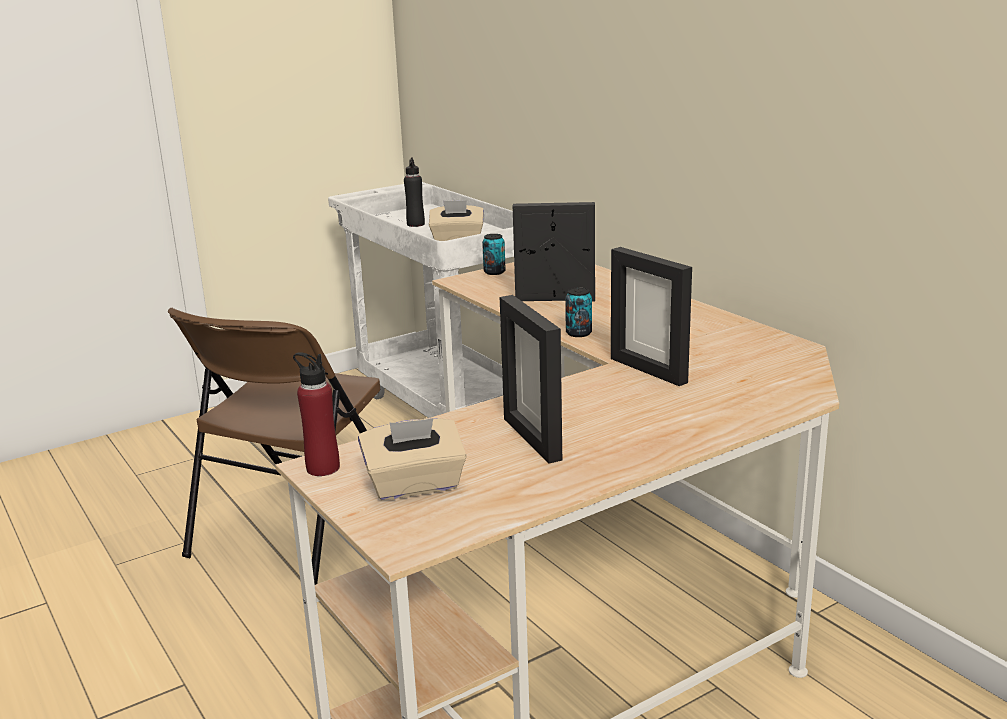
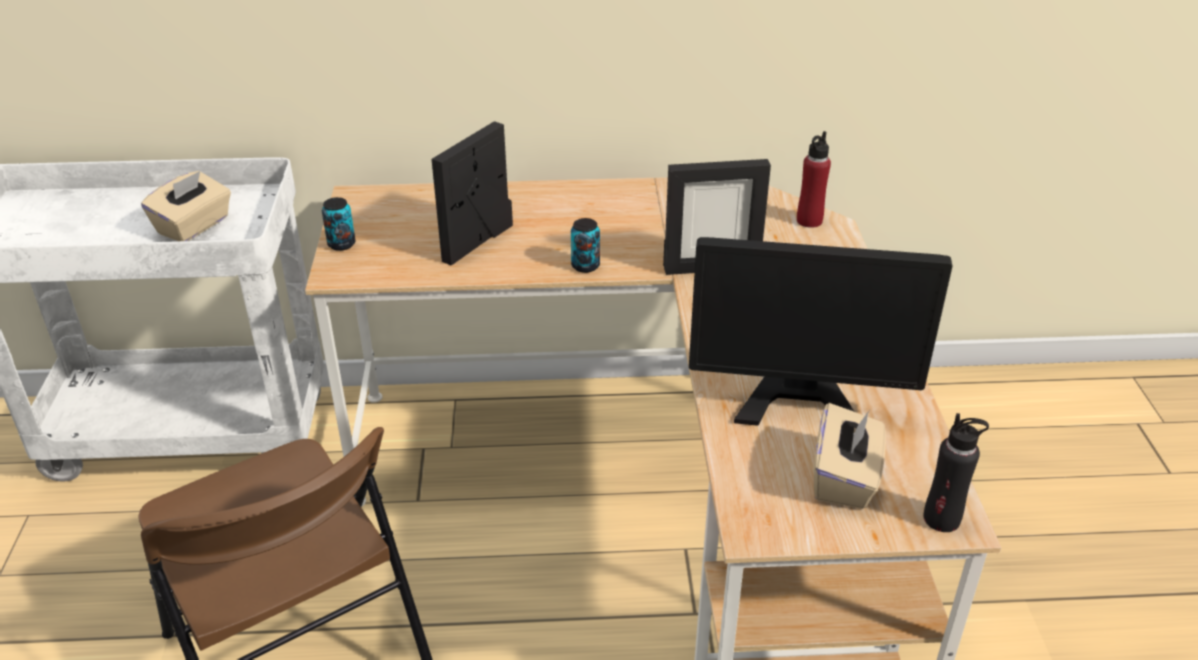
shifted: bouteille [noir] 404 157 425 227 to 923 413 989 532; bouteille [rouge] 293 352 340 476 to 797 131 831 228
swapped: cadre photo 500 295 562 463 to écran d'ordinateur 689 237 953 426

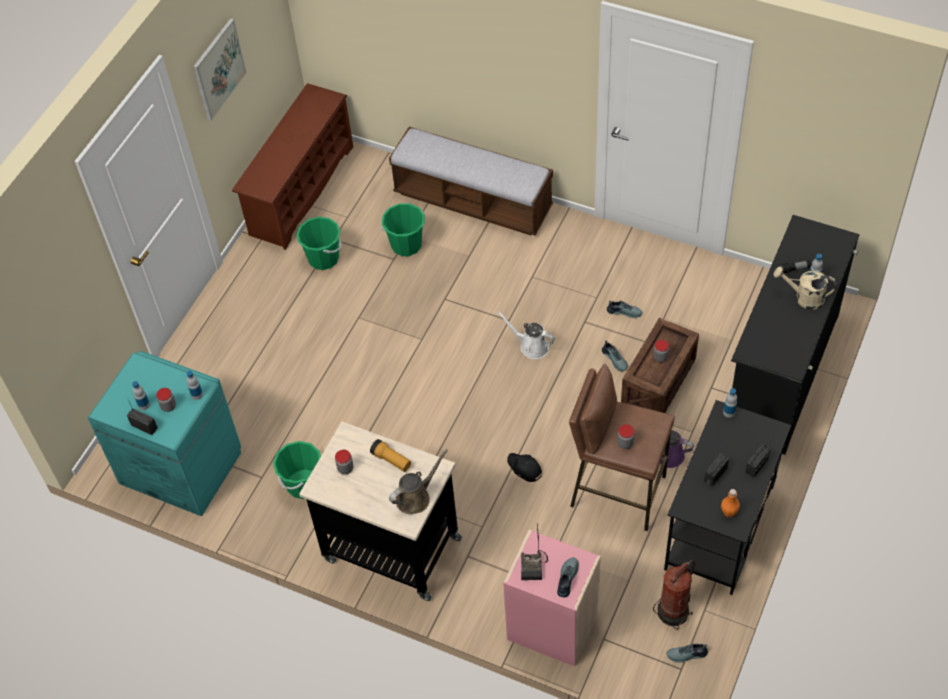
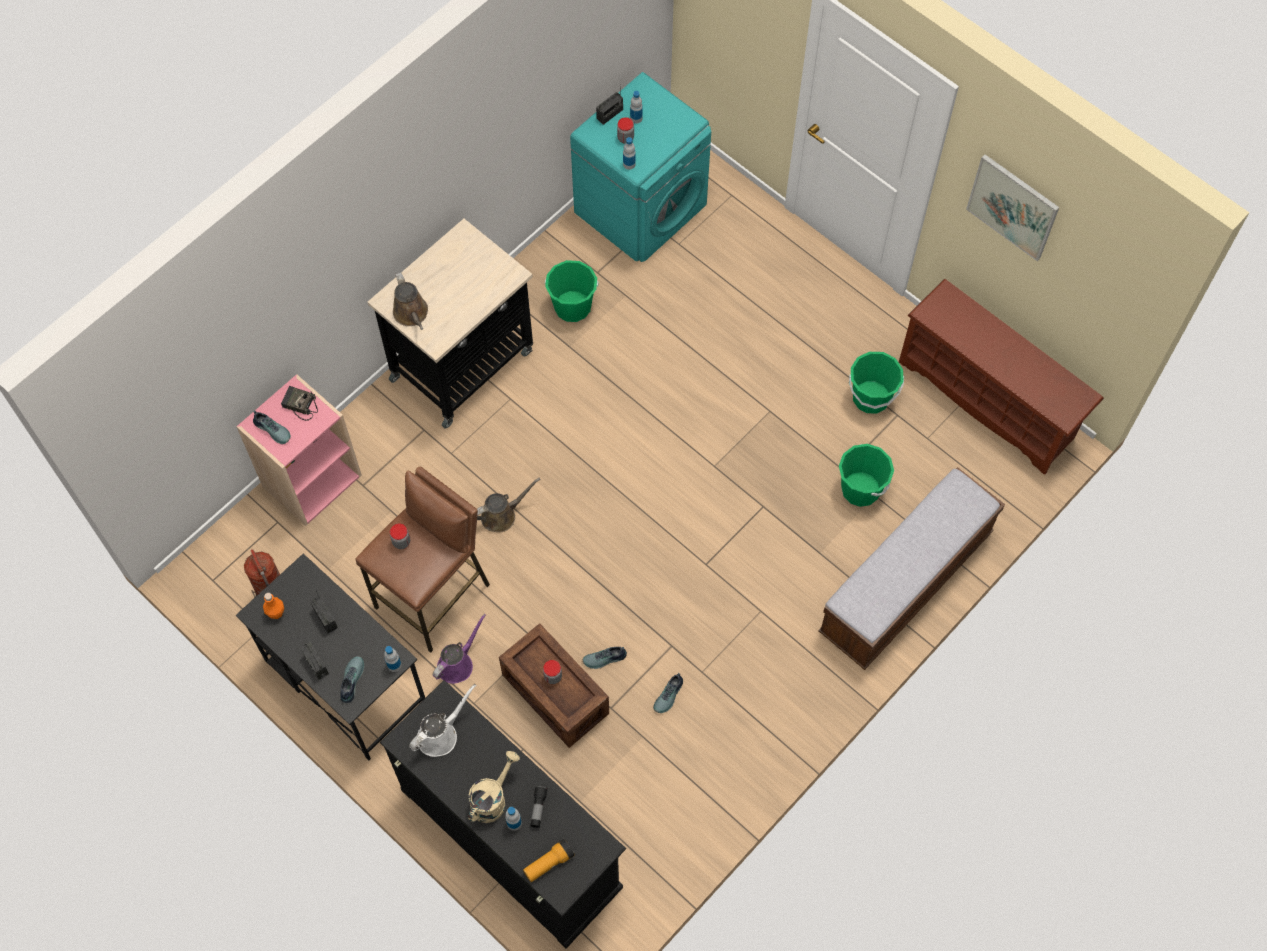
gone: bocal 335 450 354 474
shifted: arrosoir [blanc] 497 311 555 359 to 409 684 477 757; lampe de poche 370 439 411 472 to 523 839 575 882; chaussure 667 644 708 663 to 340 656 365 703
swapped: casquette [noir] 507 453 542 482 to arrosoir [marron] 477 478 540 532

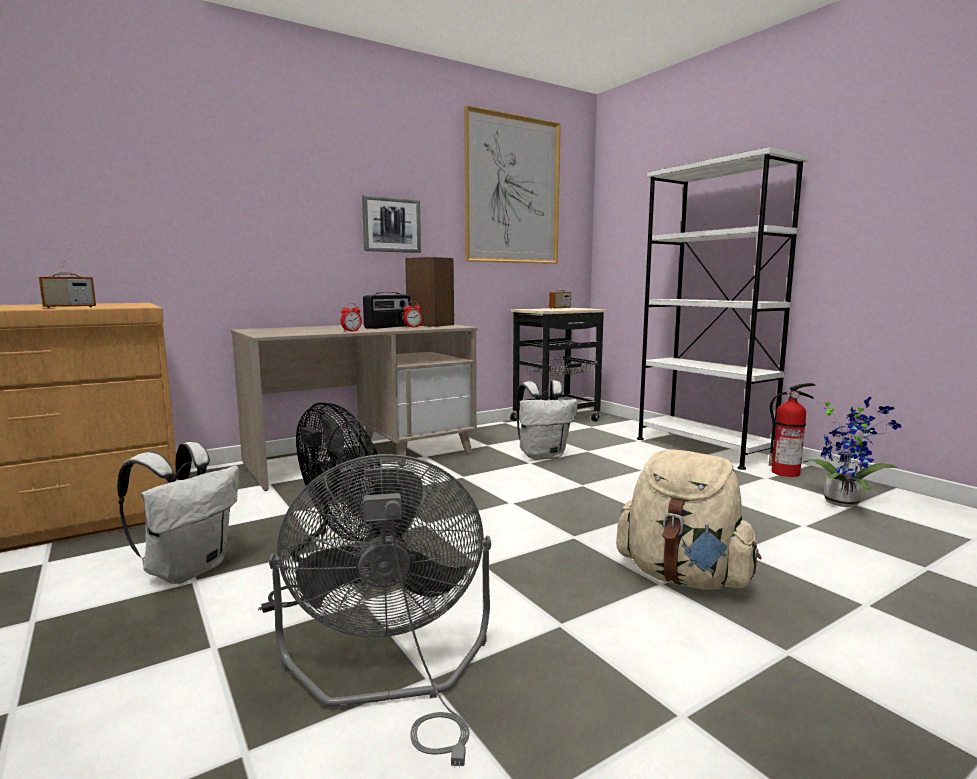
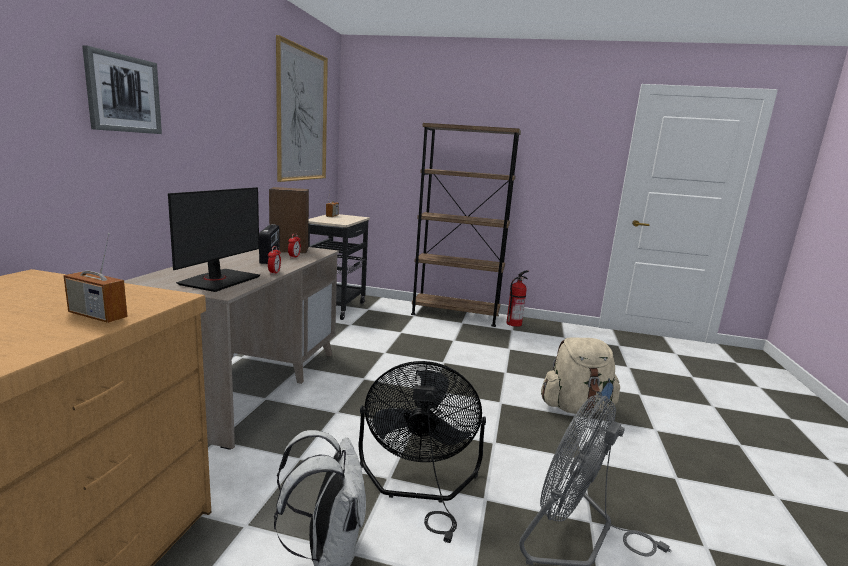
gone: sac à dos [blanc] 516 380 578 460; plante en pot 803 397 901 507
new: écran d'ordinateur 168 187 260 292
shifted: tableau 362 195 421 253 to 82 45 162 134
repainted: bibliothèque [blanc] 637 147 808 470 to bibliothèque [marron] 411 123 521 327
rotated: radio 39 244 96 308 = 63 233 128 323 105 degrees clockwise

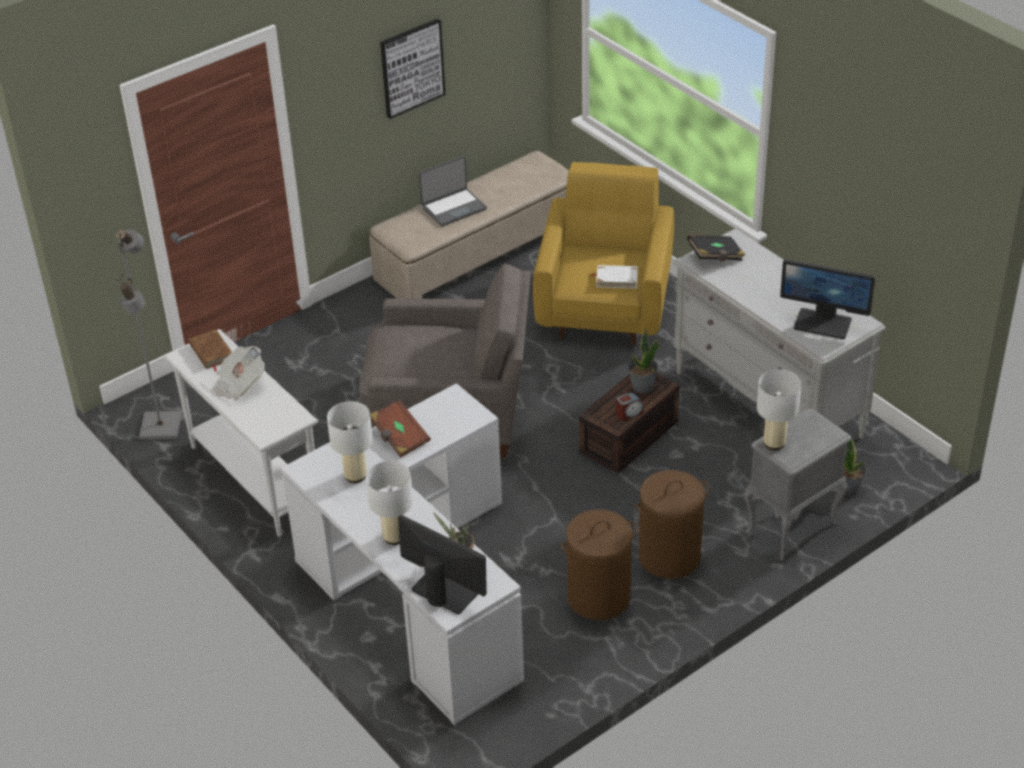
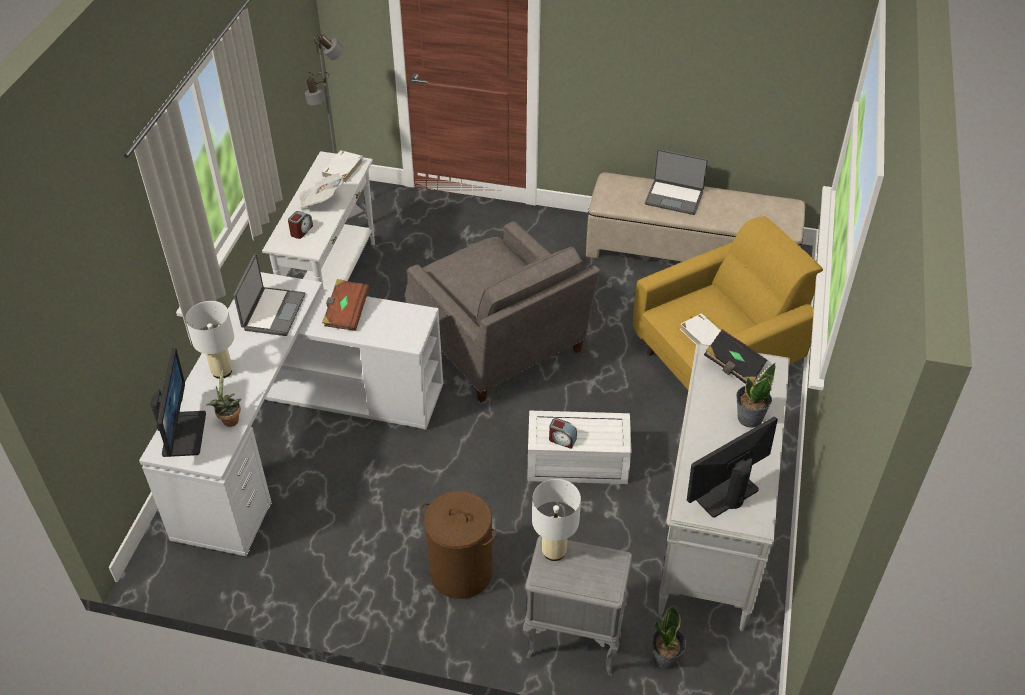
gone: tableau 380 19 446 119; panier à linge [marron] 561 509 638 620
new: réveil 288 211 313 239
shifted: plante en pot 628 330 660 394 to 736 363 775 428
swapped: lampe de table [blanc] 327 401 373 483 to ordinateur portable 234 254 306 336
repainted: livre [marron] 189 329 232 371 to livre [blanc] 322 150 364 183; boîte de rangement [marron] 579 373 680 473 to boîte de rangement [blanc] 527 410 632 484
rotated: écran d'ordinateur 780 259 875 339 = 687 416 778 518 75 degrees clockwise

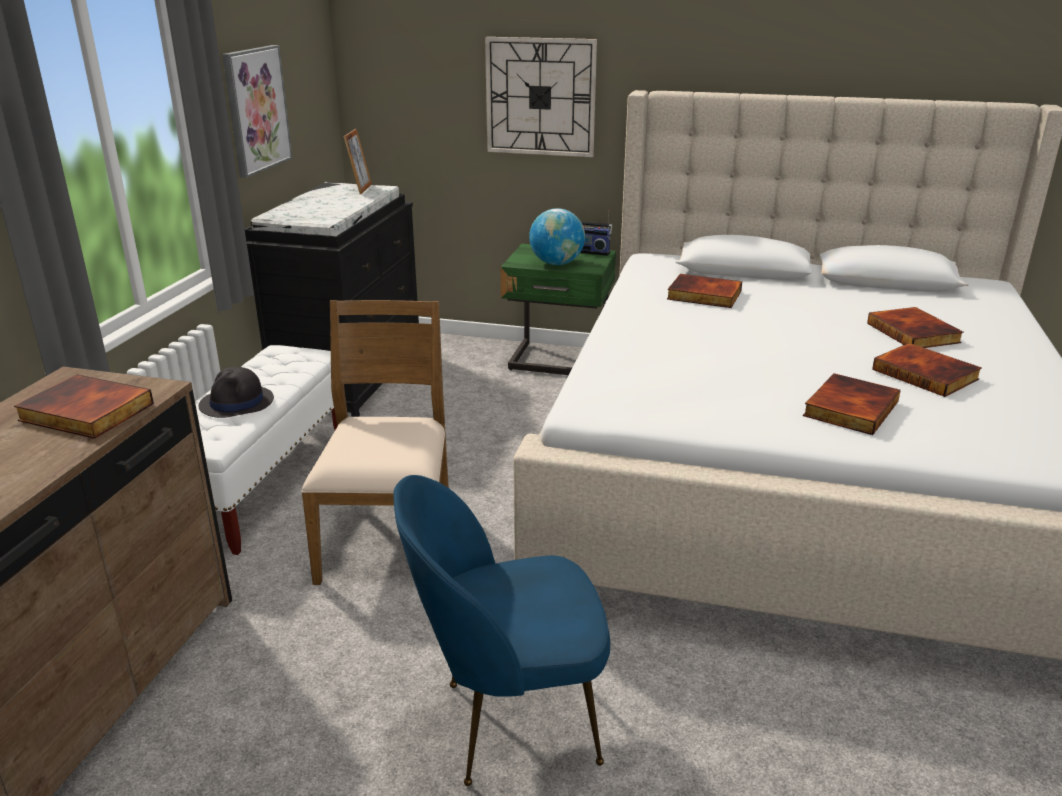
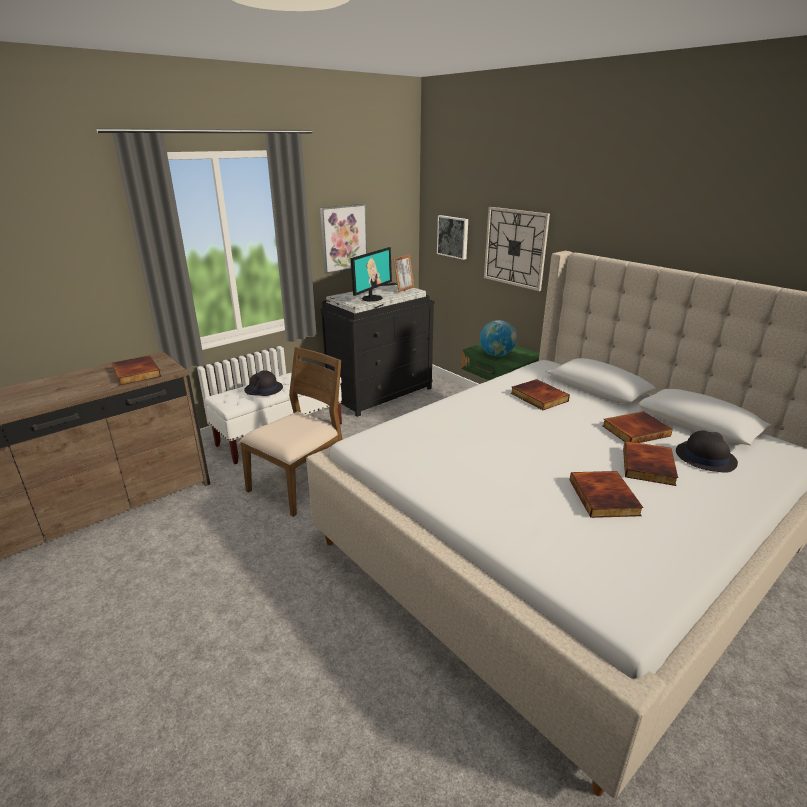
gone: radio 580 210 613 256; chaise [bleu] 393 475 610 786
new: tableau 437 215 468 260; écran d'ordinateur 350 247 392 302; chapeau [noir] 676 430 738 473
shifted: livre 803 373 900 435 to 602 411 673 443

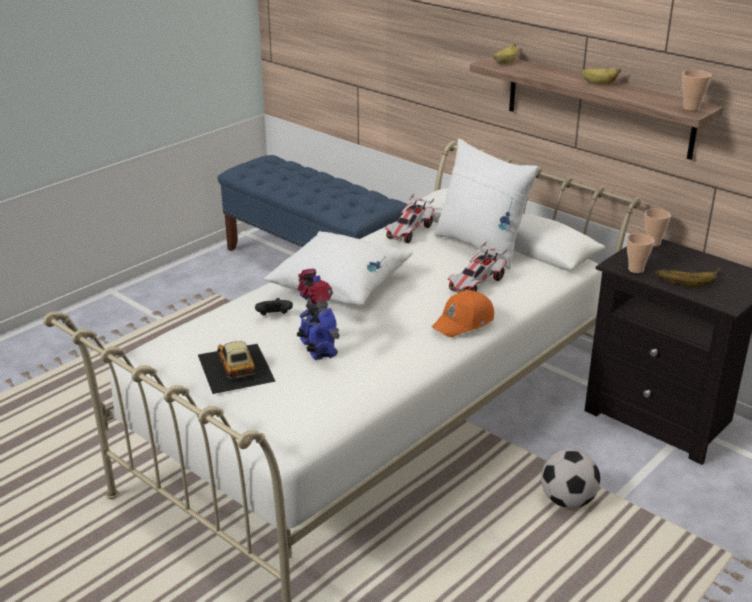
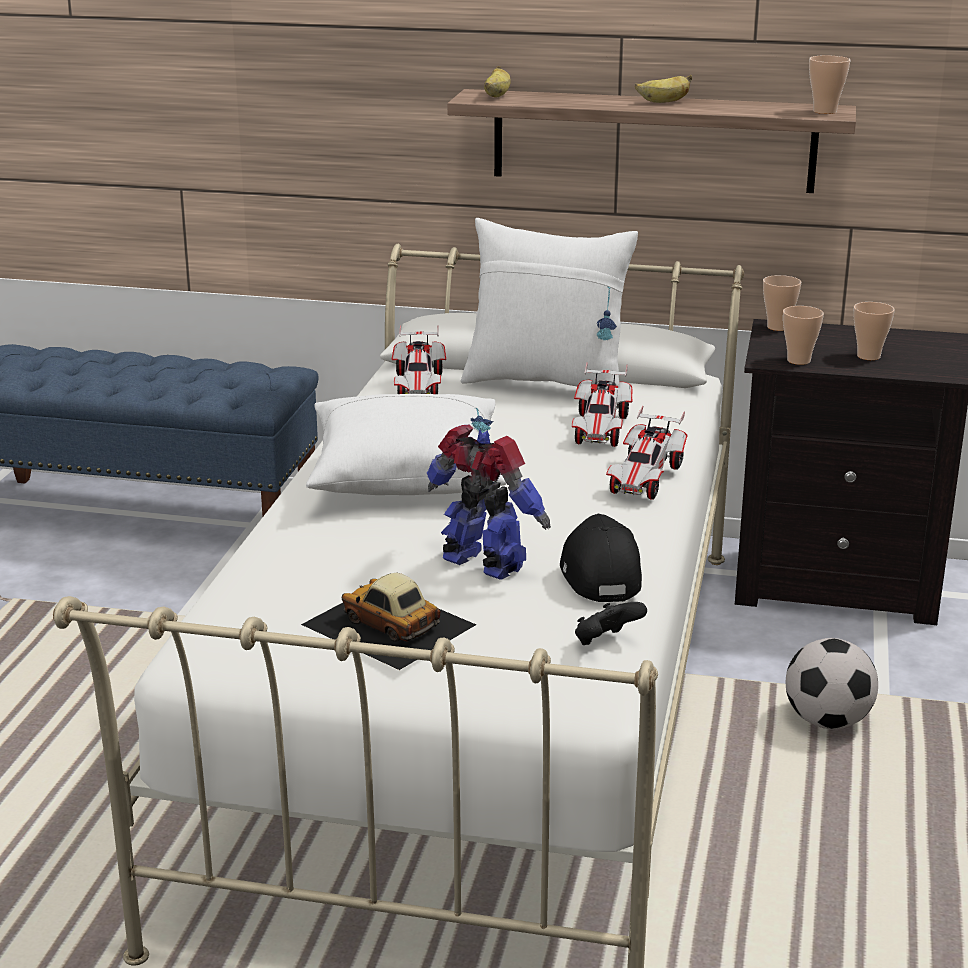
new: casquette [noir] 560 514 642 602
shifted: manette [noir] 255 298 293 316 to 575 602 647 645
swapped: banane 655 268 720 287 to tasse 853 302 895 360; casquette [orange] 431 290 494 337 to petite voiture 606 406 687 500

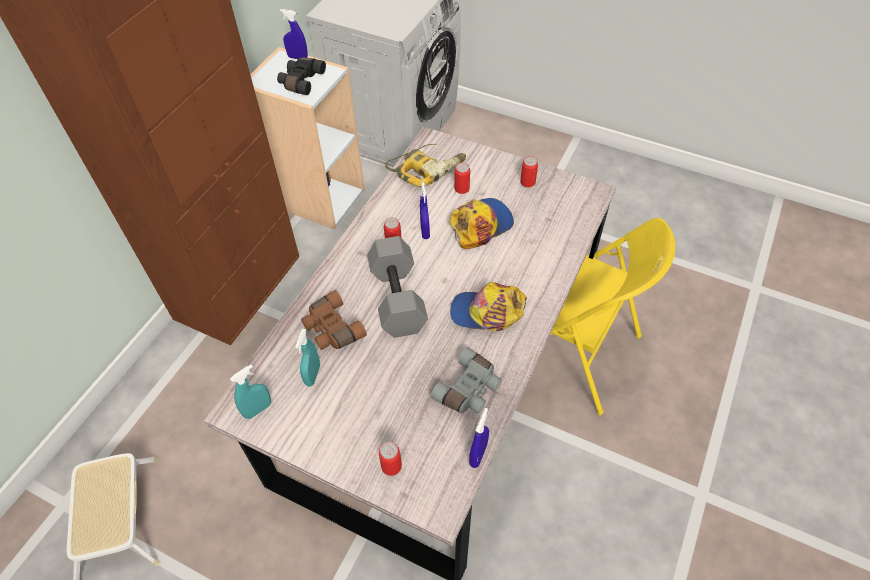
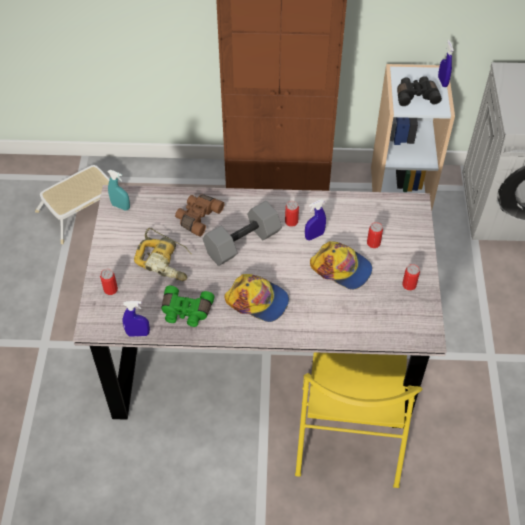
gone: vaporisateur [turquoise] 295 329 320 387
shifted: perceuse 385 144 466 187 to 134 228 192 281
repainted: jumelles [gris] 431 347 502 414 to jumelles [vert] 161 286 215 327
rotated: casquette 450 282 527 331 = 225 274 289 322 135 degrees clockwise

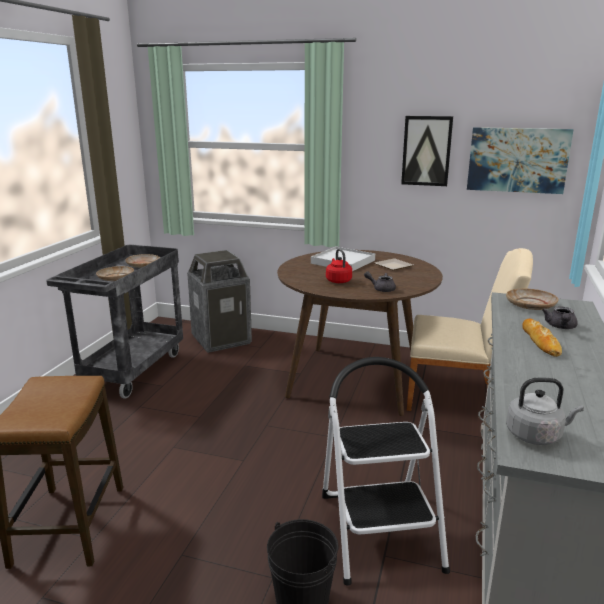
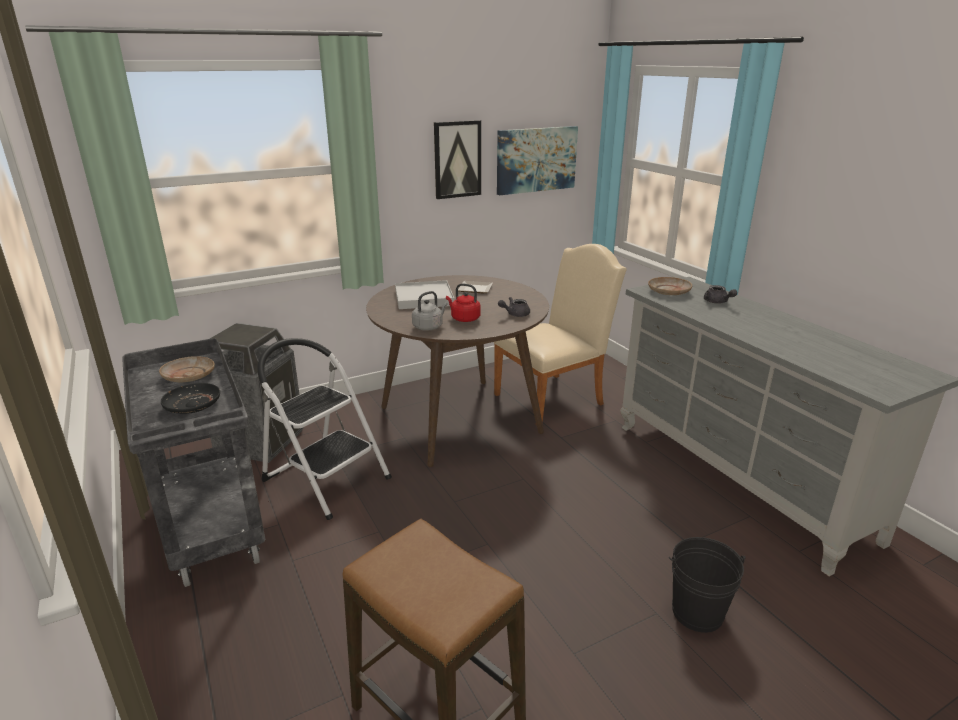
gone: pain 522 319 562 357
shifted: escabeau 322 357 450 585 to 257 338 392 520; bouilloire [gris] 506 378 584 445 to 412 291 448 331
repainted: assiette [beige] 96 266 134 281 to assiette [noir] 161 383 220 414

